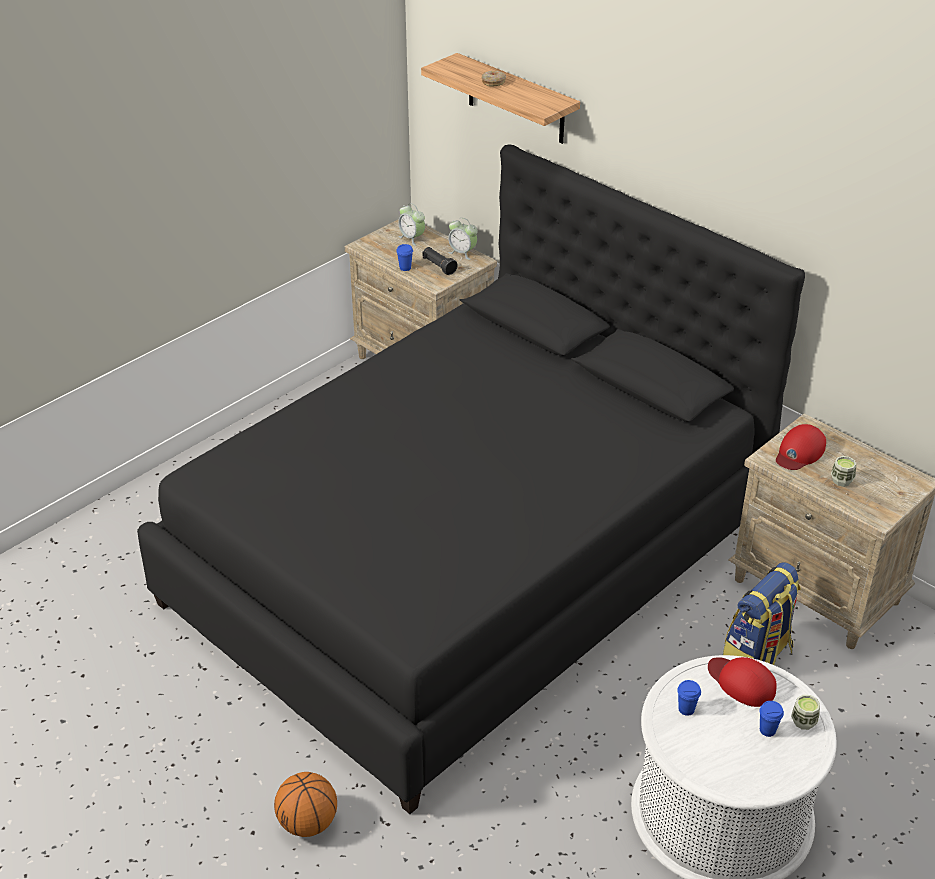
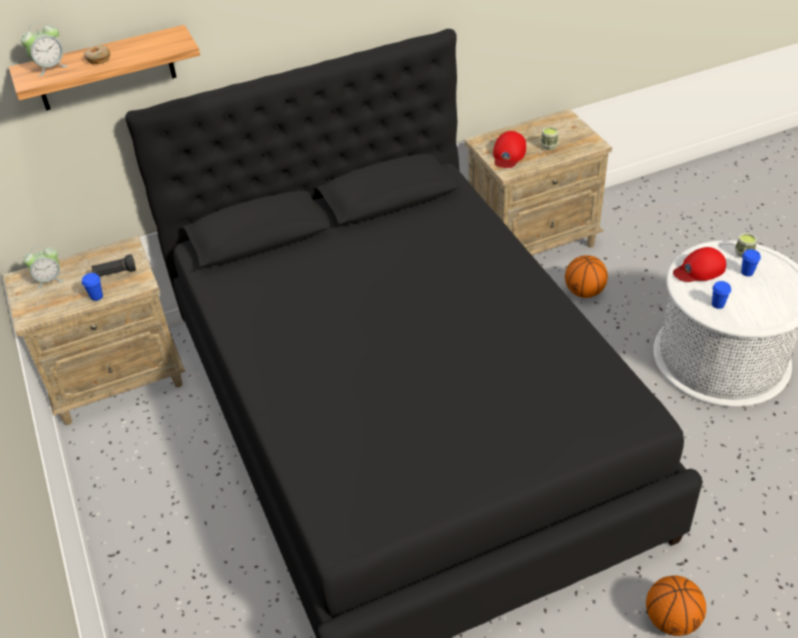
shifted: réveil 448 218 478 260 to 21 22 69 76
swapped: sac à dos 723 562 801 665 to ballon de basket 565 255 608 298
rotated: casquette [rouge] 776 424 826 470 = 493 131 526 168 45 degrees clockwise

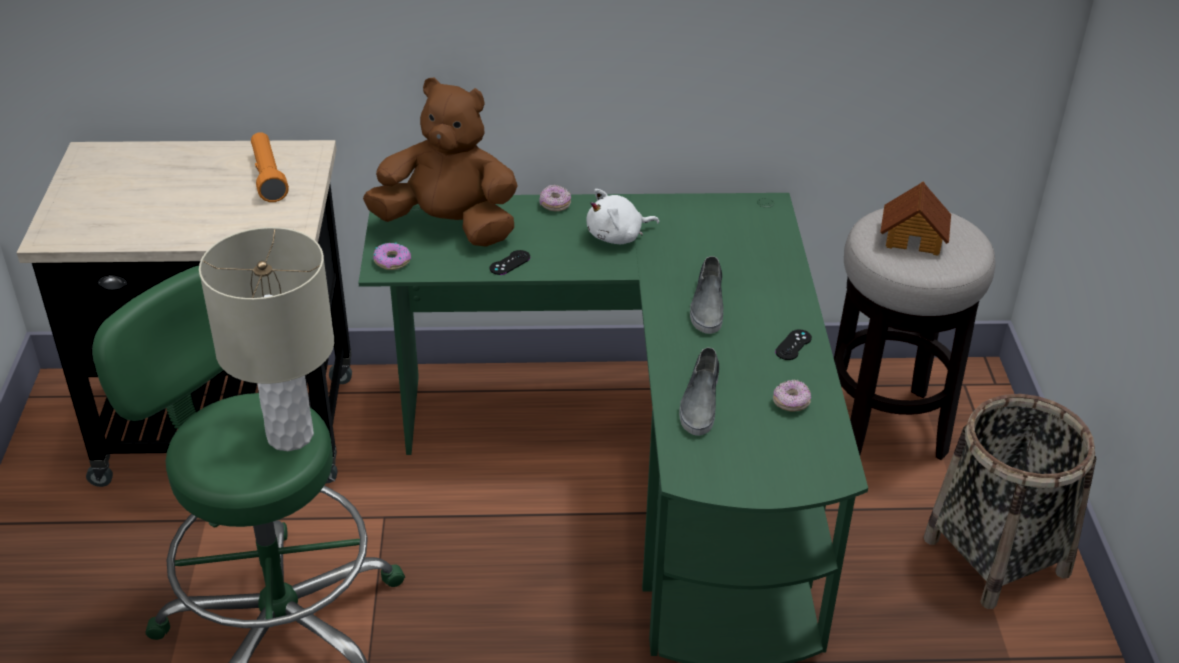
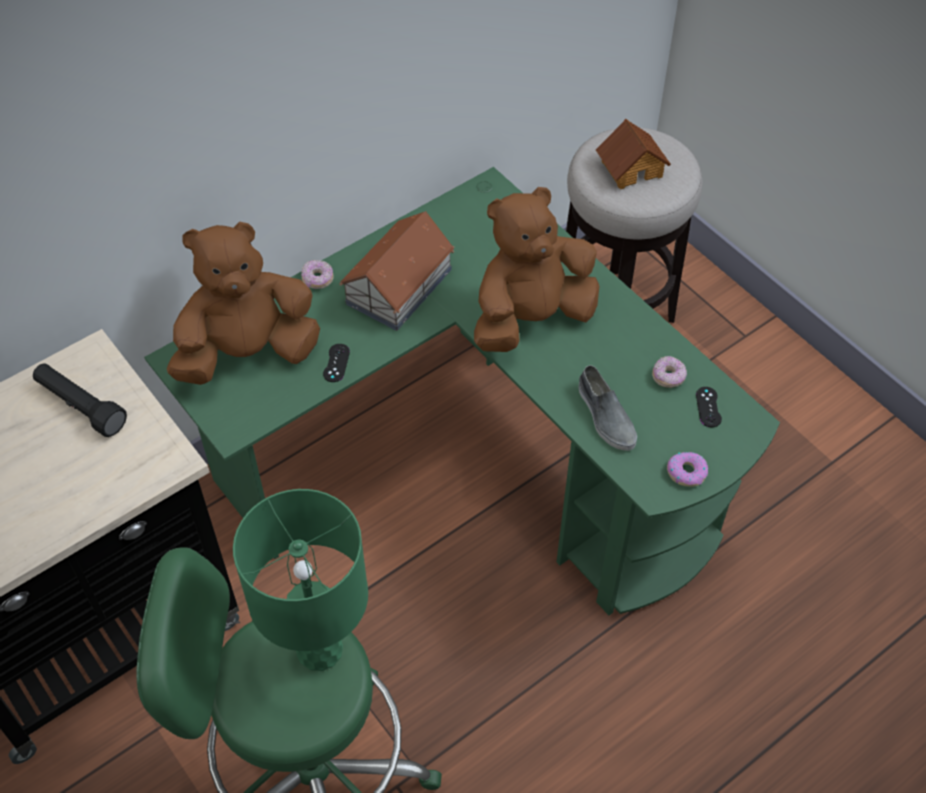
gone: panier 924 394 1096 609
shifted: beignet 373 242 411 270 to 667 452 708 487; manette [noir] 775 330 812 360 to 696 387 722 427
swapped: peluche [blanc] 586 189 659 244 to maison miniature 339 211 455 331; chaussure [gris] 690 256 724 334 to peluche [marron] 474 187 599 352
repainted: lampe de poche [orange] 251 132 289 202 to lampe de poche [noir] 33 363 127 437; lampe de table [beige] 199 227 334 451 to lampe de table [vert] 233 489 368 671

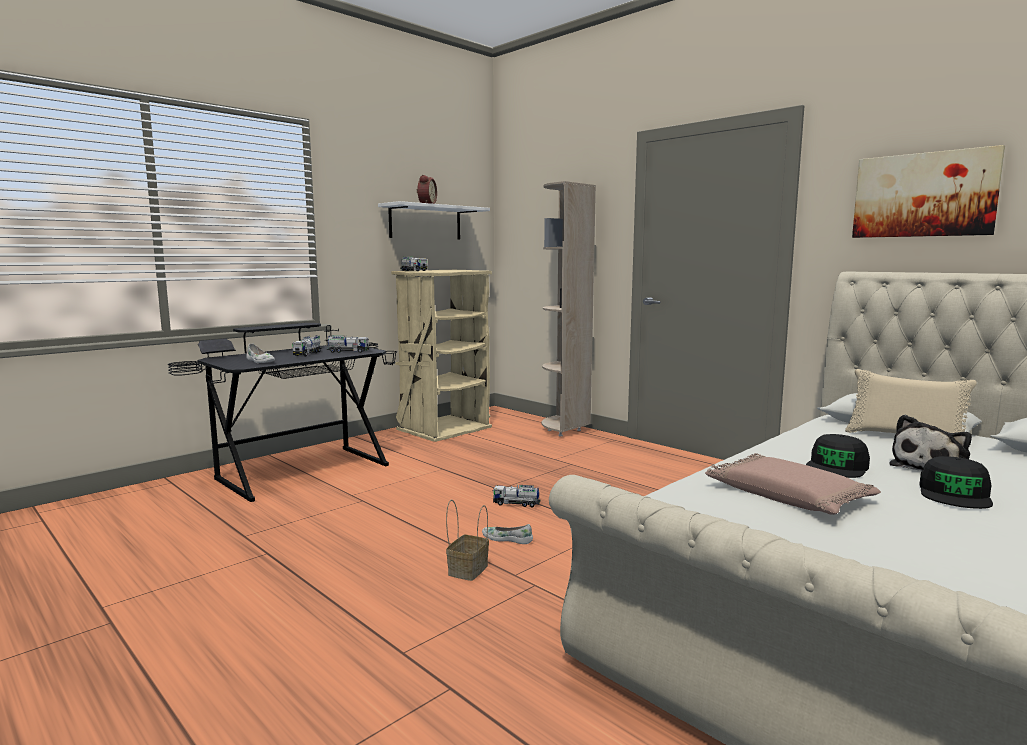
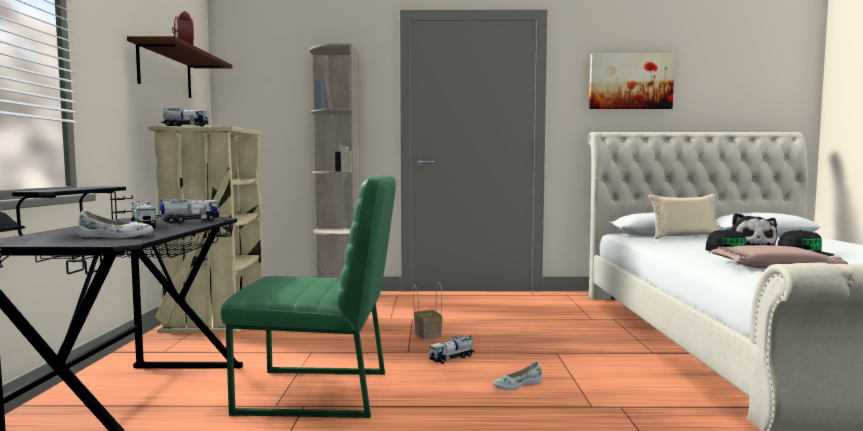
new: chaise [vert] 221 175 396 418
shifted: panier 446 500 489 581 to 413 282 443 339
repainted: étagère [blanc] 378 201 490 240 to étagère [marron] 127 36 233 98

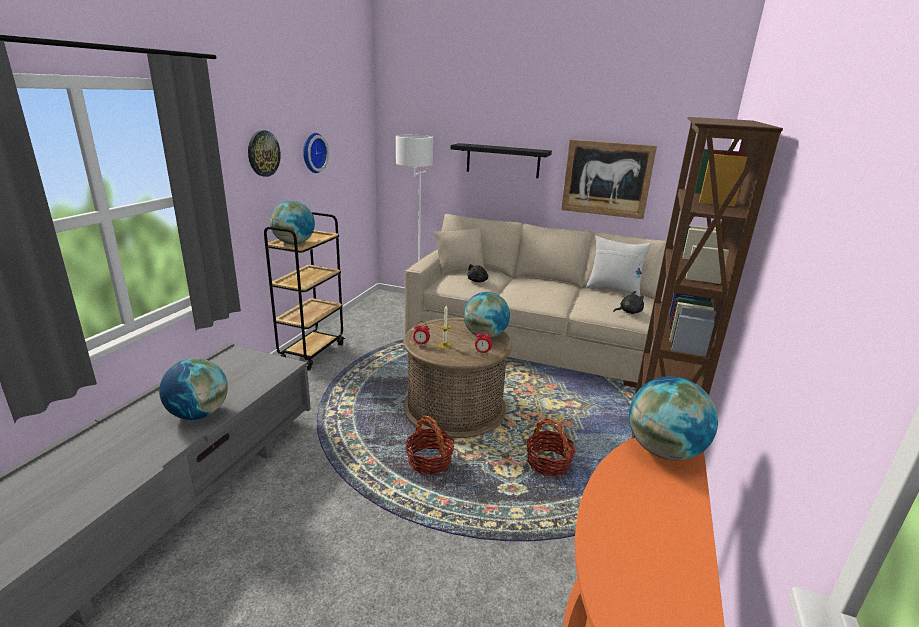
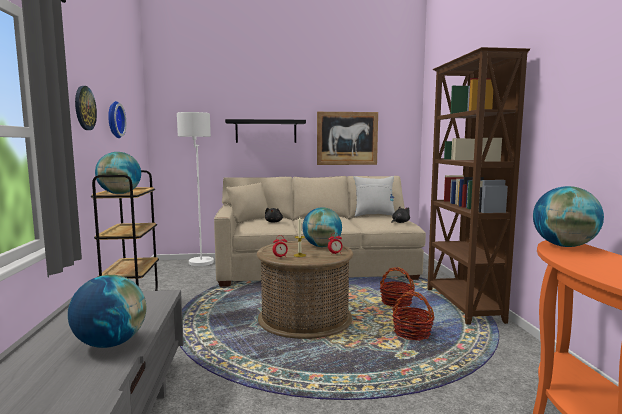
shifted: panier 405 415 454 475 to 380 267 415 307

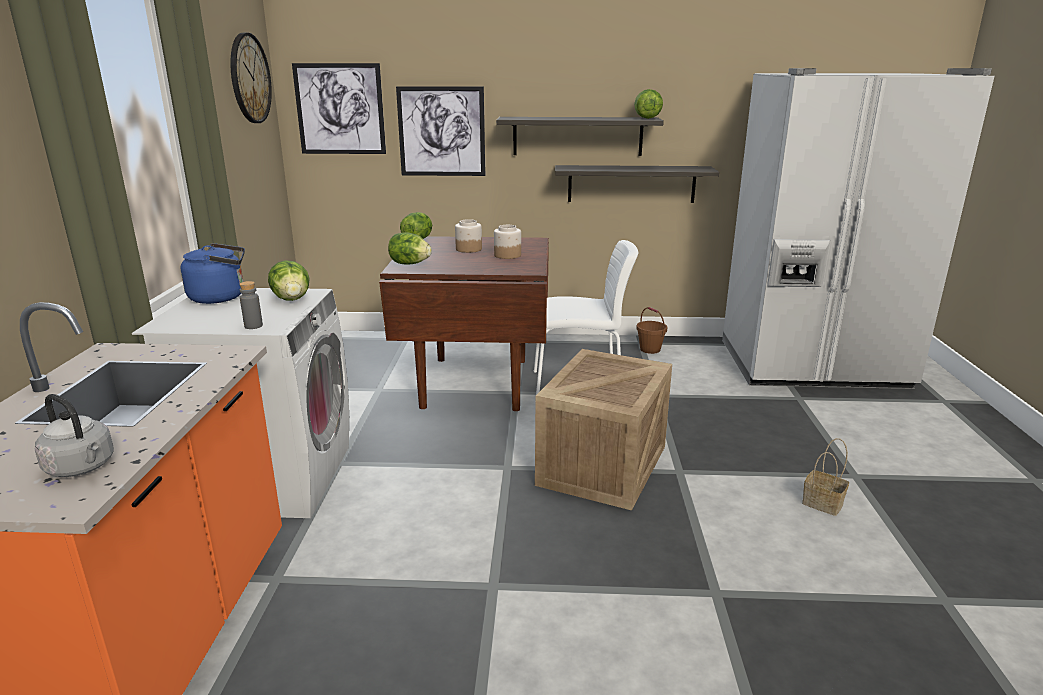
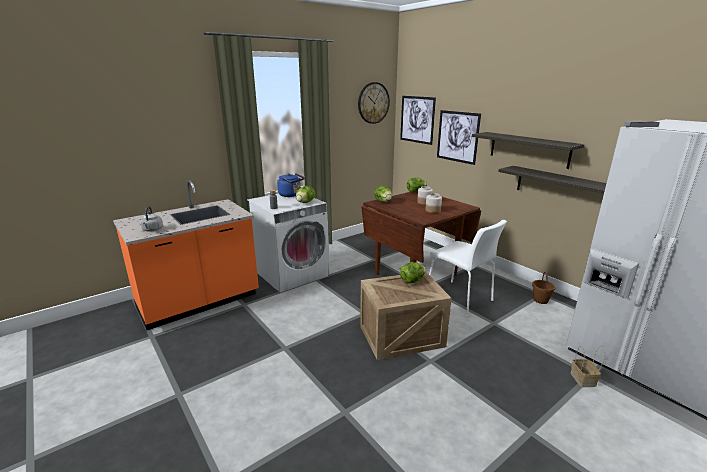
shifted: laitue 634 89 663 119 to 400 262 426 284; panier 802 438 849 516 to 571 345 605 387

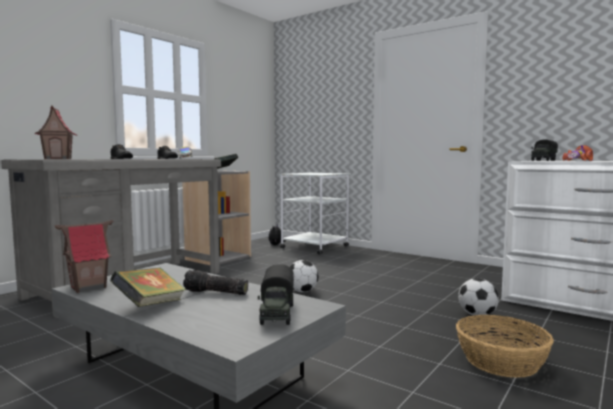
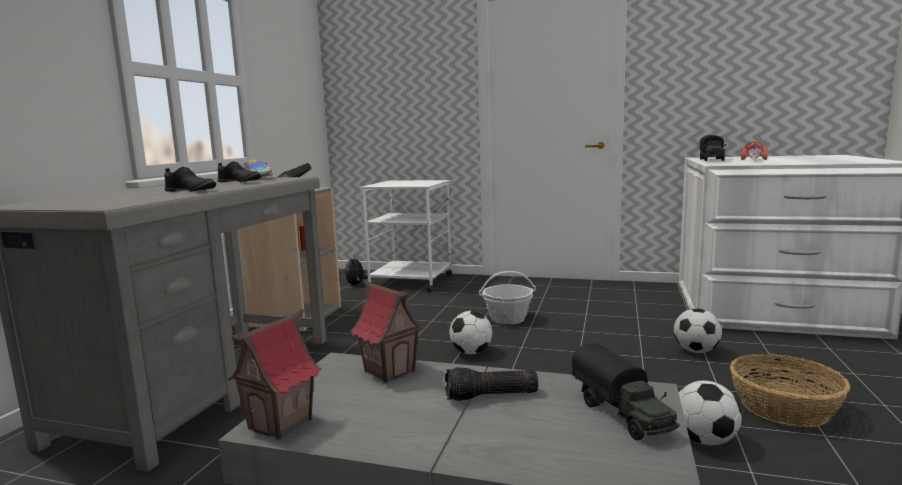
gone: livre 110 268 186 307
new: panier 479 271 536 325; ballon de foot 679 380 742 445
shifted: maison miniature 35 105 76 159 to 350 280 424 383

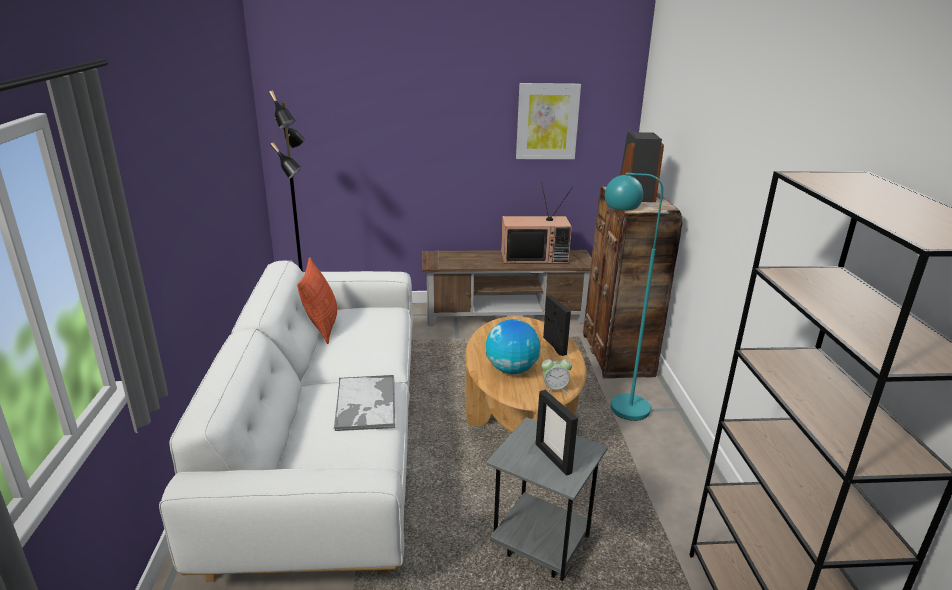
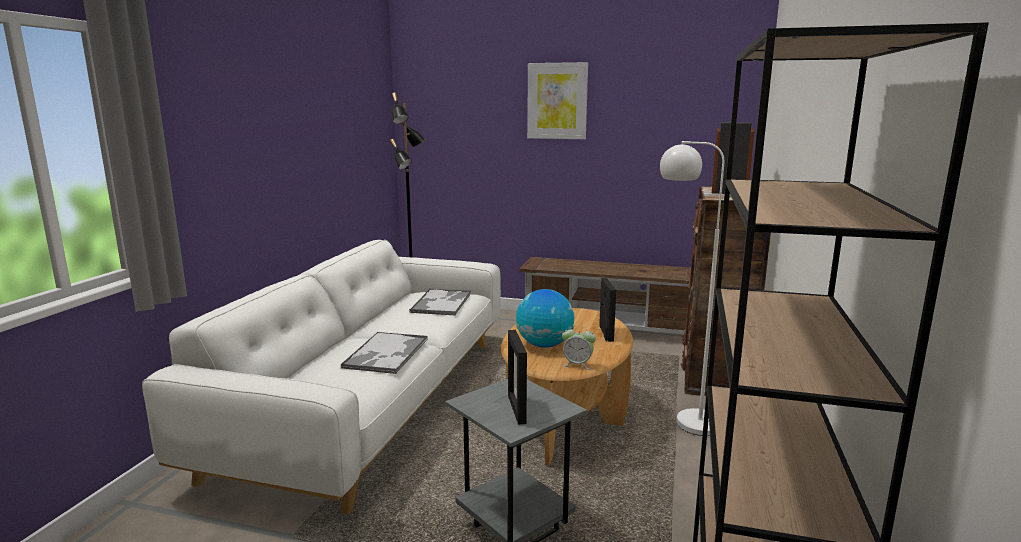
gone: téléviseur 501 182 573 264; coussin [orange] 297 257 337 344
new: plateau 409 289 472 316
shifted: tableau 516 83 581 159 to 527 62 588 139
repainted: lampadaire [turquoise] 605 173 663 421 to lampadaire [blanc] 660 141 724 436

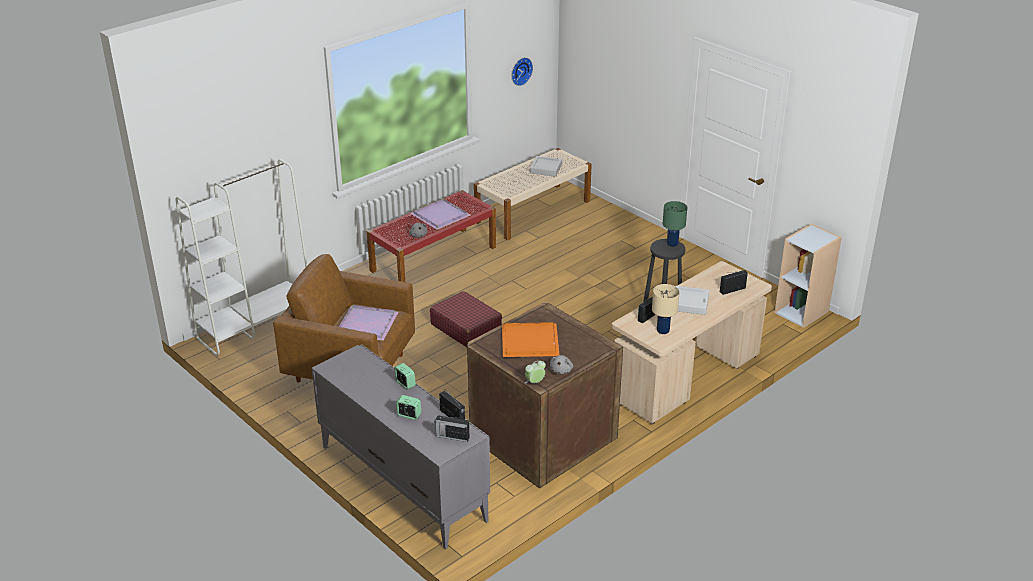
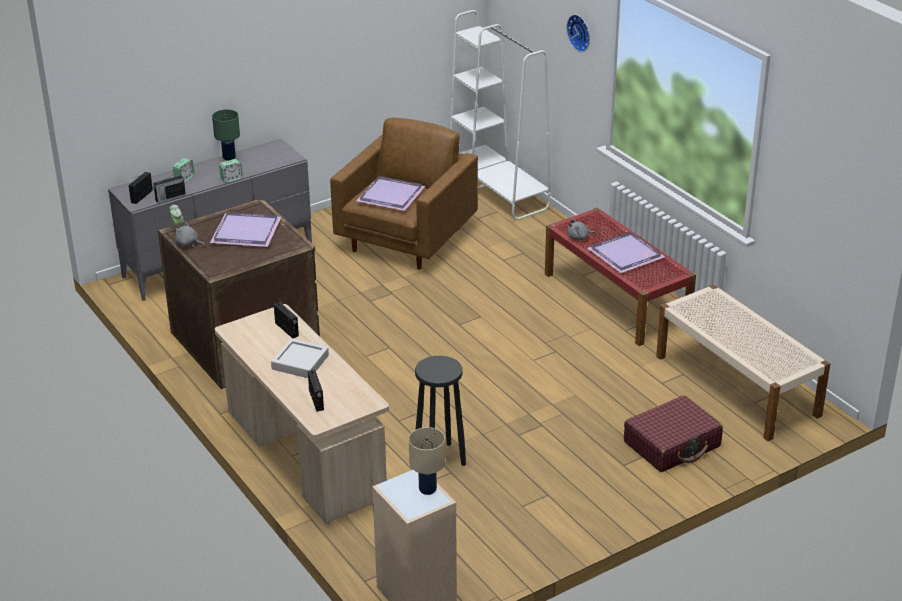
gone: plateau [gris] 530 156 562 177
shifted: horloge murale 511 57 533 86 to 566 14 590 52; lampe de table [vert] 663 201 687 247 to 212 109 240 161; lampe de table [beige] 652 284 680 334 to 409 427 445 495; valise [rouge] 430 291 502 347 to 624 395 723 472
repainted: plateau [orange] 502 322 560 357 to plateau [violet] 210 212 281 247

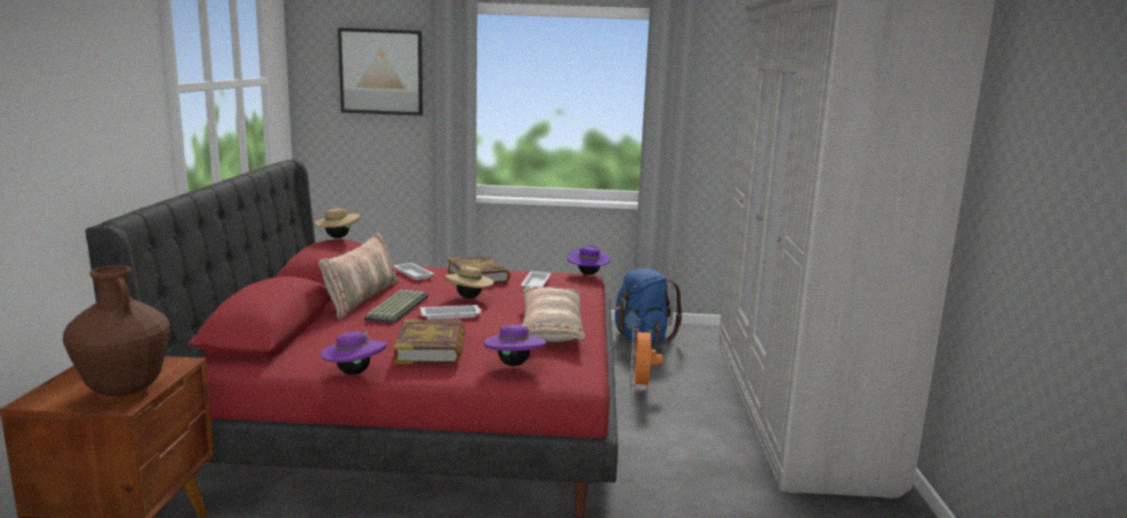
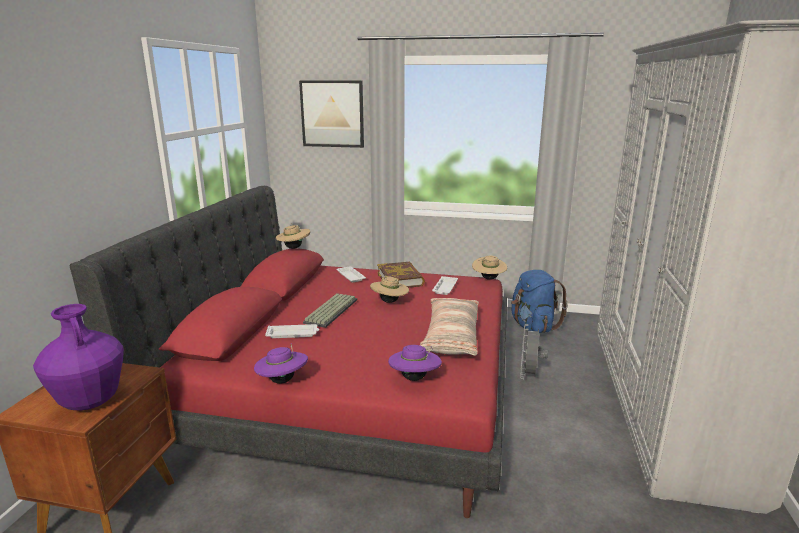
gone: coussin 319 232 398 319; livre 394 319 465 364
shifted: plateau [blanc] 420 305 482 319 to 265 324 319 338
repainted: chapeau [violet] 567 245 610 275 to chapeau [beige] 472 256 507 280; vase [marron] 63 265 170 396 to vase [violet] 33 304 124 411; ventilateur [orange] 630 325 663 392 to ventilateur [gris] 520 324 548 379

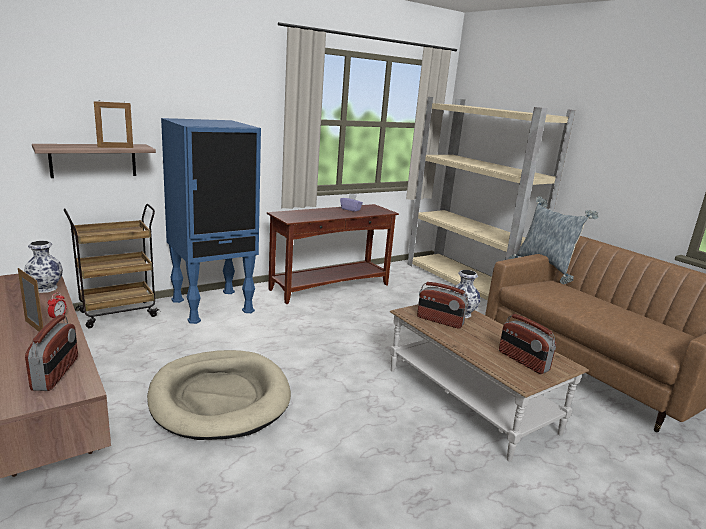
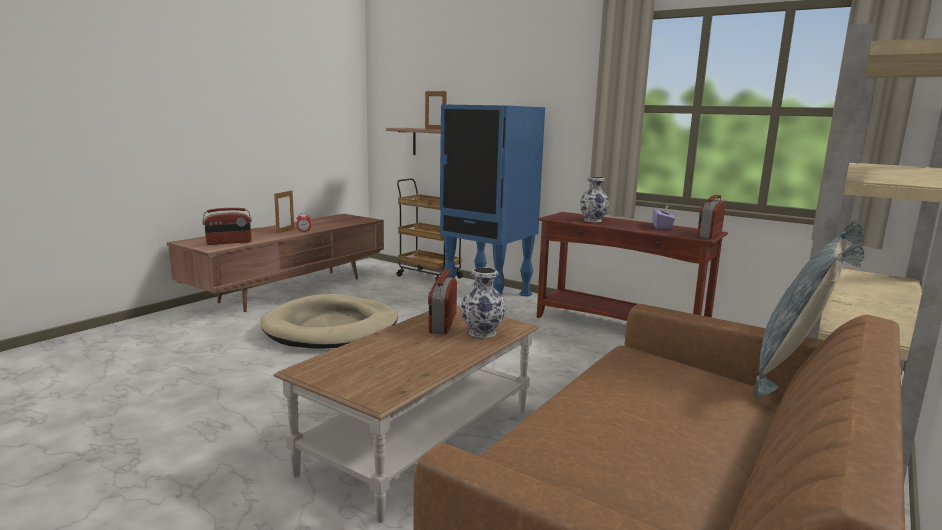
shifted: vase 24 241 63 293 to 580 176 609 222; radio 499 314 556 374 to 697 195 725 239

